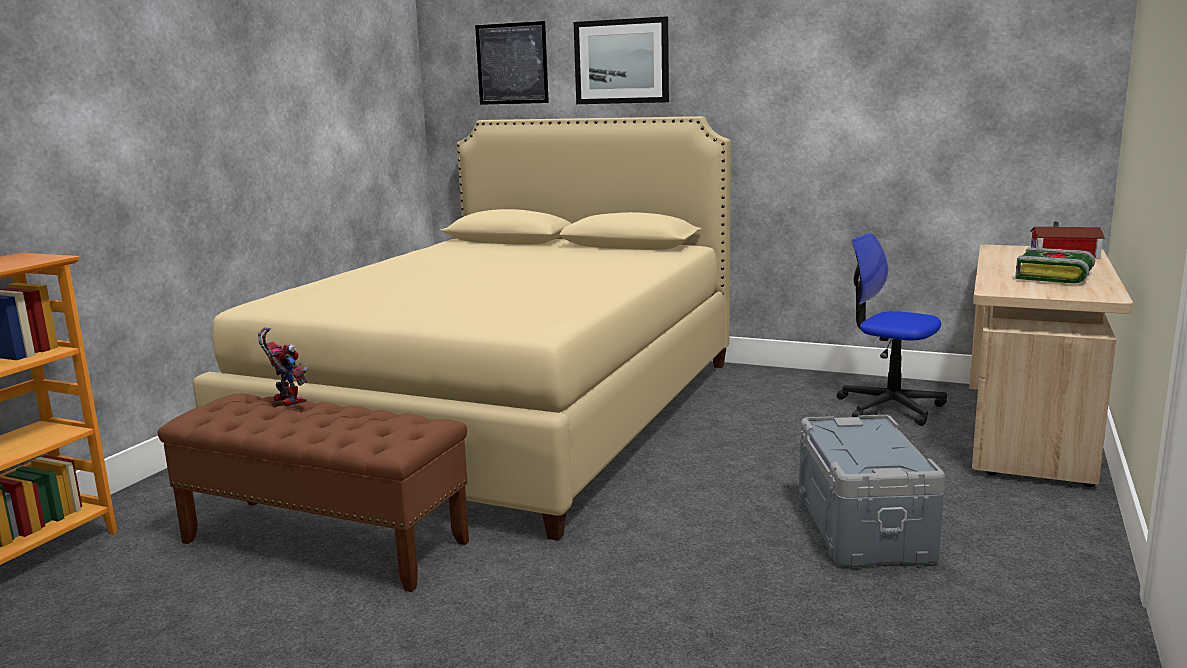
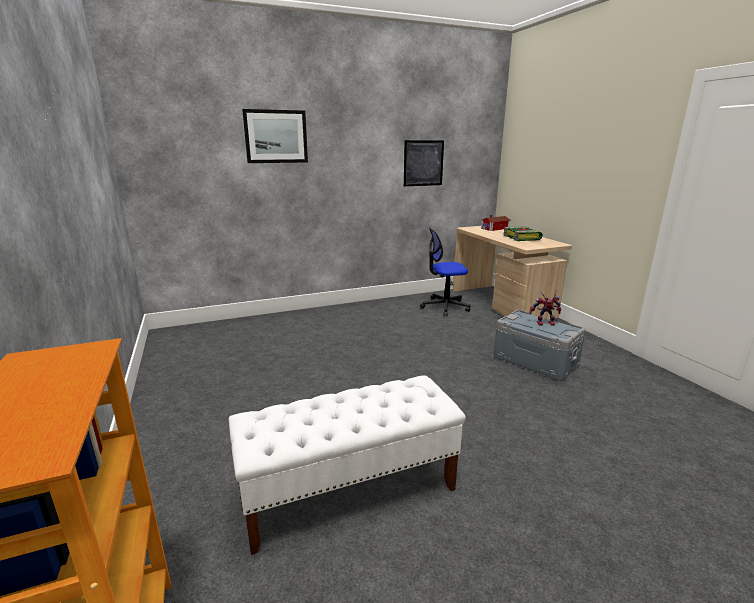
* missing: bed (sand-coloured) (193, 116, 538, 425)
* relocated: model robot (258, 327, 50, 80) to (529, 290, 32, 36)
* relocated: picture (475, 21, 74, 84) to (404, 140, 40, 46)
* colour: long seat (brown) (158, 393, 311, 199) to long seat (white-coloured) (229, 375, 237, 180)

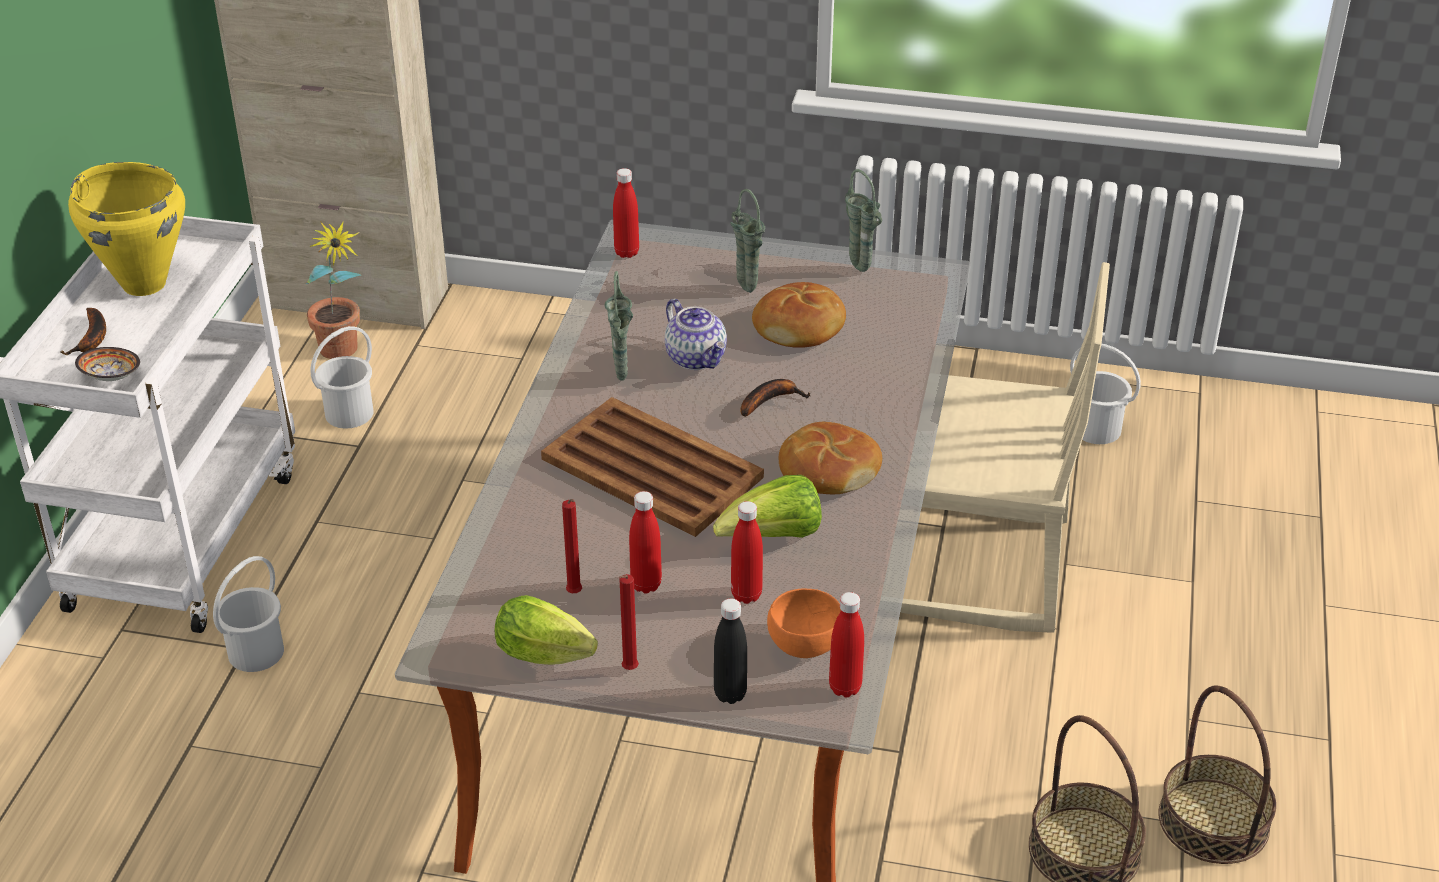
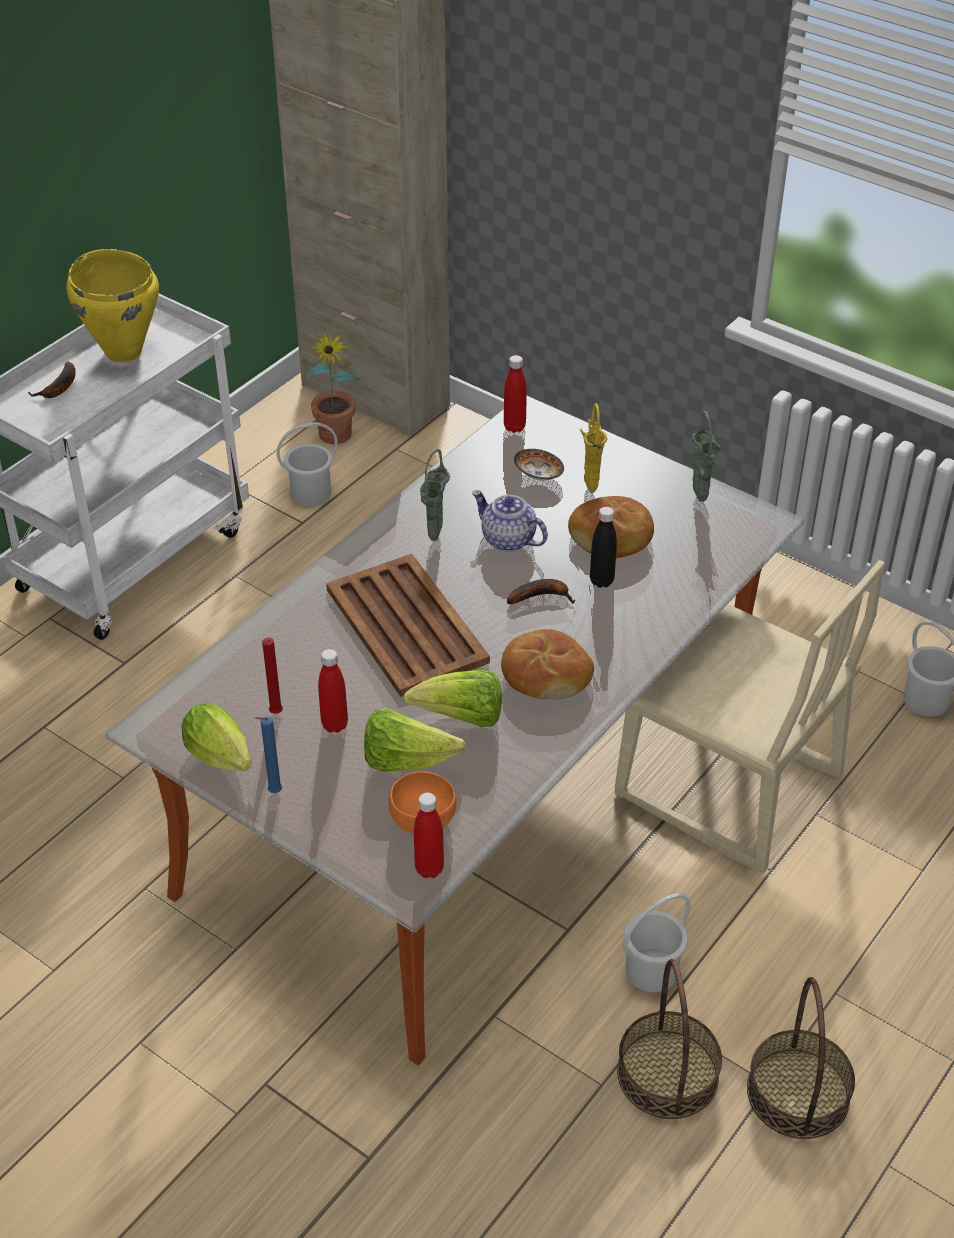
* relocated: deep dish (75, 347, 65, 34) to (514, 449, 50, 32)
* relocated: water bucket (white-coloured) (213, 556, 71, 116) to (623, 893, 68, 99)
* relocated: bottle (black) (714, 598, 33, 106) to (590, 507, 27, 81)
* exchanged: bottle (red-coloured) (731, 501, 32, 103) to head of lettuce (364, 708, 102, 64)
* colour: wax candle (red-coloured) (619, 574, 20, 96) to wax candle (blue) (255, 716, 27, 77)
* colour: flower vase (greenish) (730, 189, 35, 104) to flower vase (yellowish) (580, 403, 27, 90)
* spun: teapot (665, 299, 62, 71) = (472, 490, 76, 62) 135 degrees clockwise

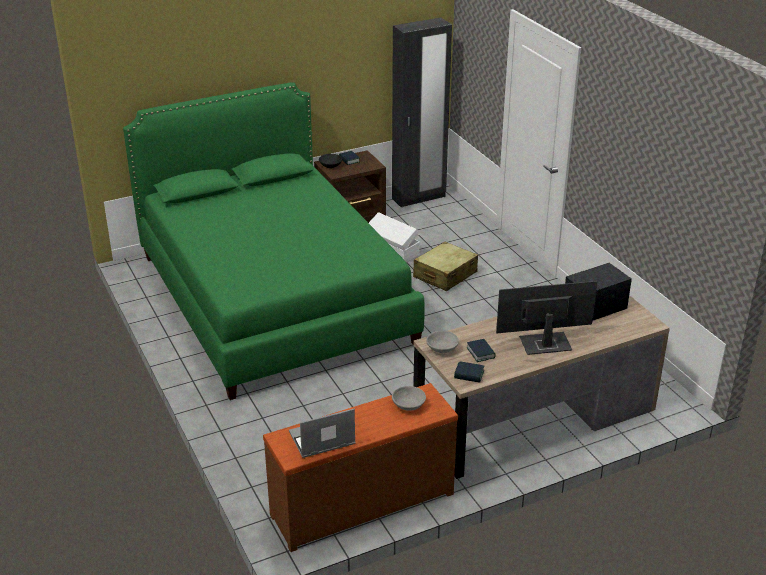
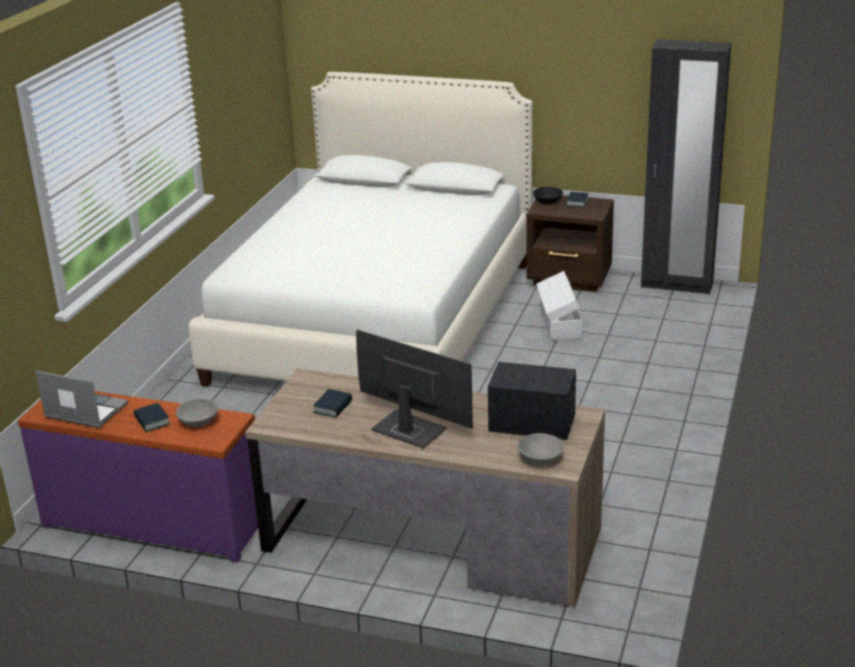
* missing: suitcase (sand-coloured) (413, 242, 65, 49)
* relocated: deep dish (gray) (426, 331, 33, 22) to (517, 433, 47, 31)
* relocated: book (454, 361, 30, 22) to (134, 403, 36, 29)
* colour: bed (greenish) (123, 82, 302, 318) to bed (white-coloured) (189, 72, 344, 315)
* colour: chest of drawers (brown) (263, 383, 195, 169) to chest of drawers (purplish) (18, 391, 240, 172)

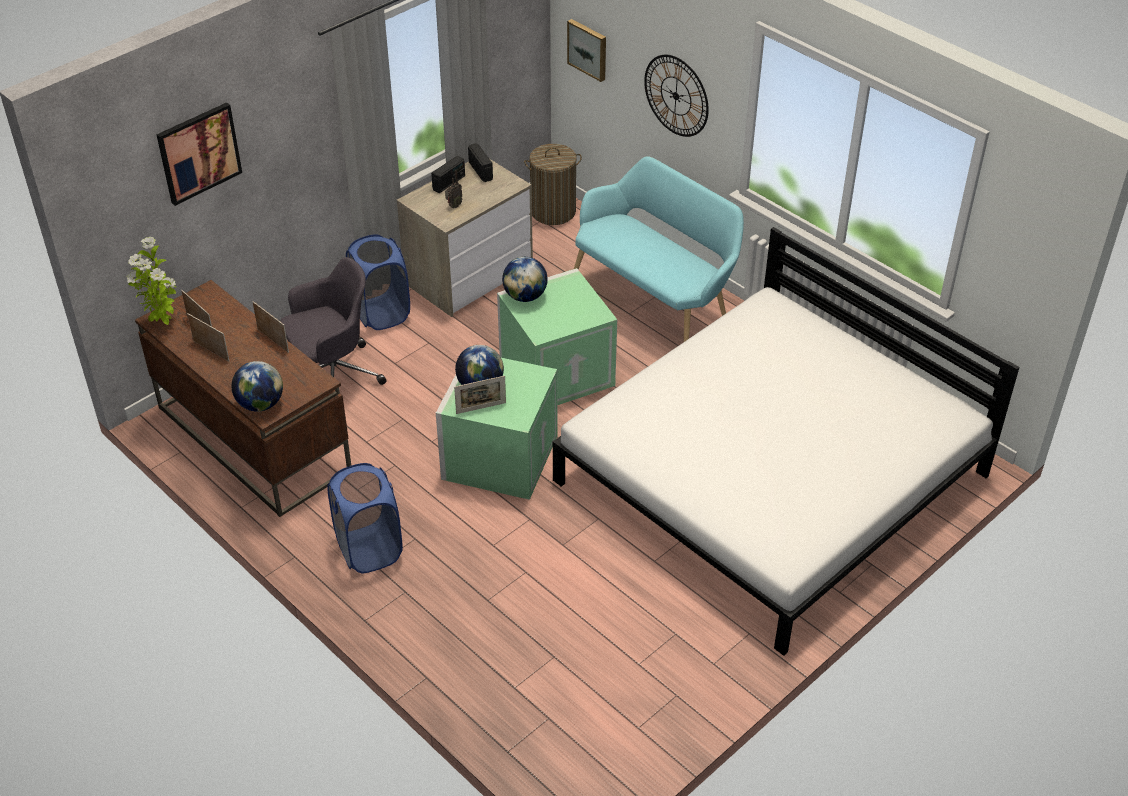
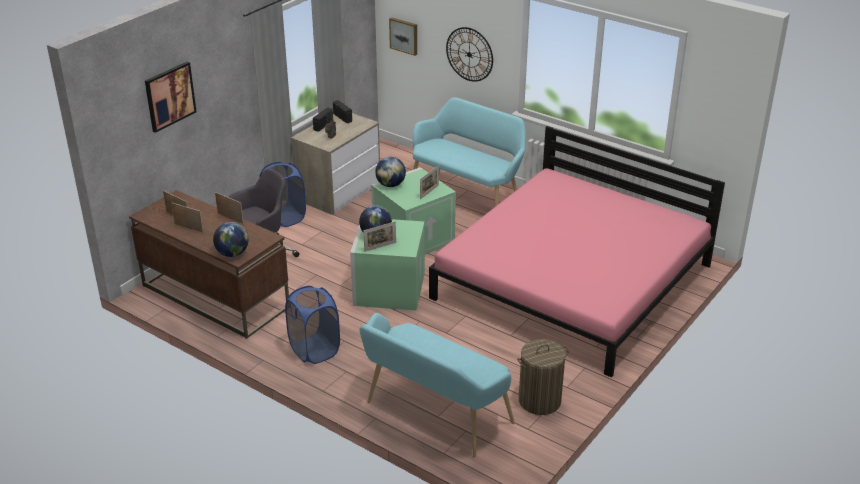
* missing: potted plant (127, 237, 49, 88)
* appeared: long seat (turquoise-coloured) (360, 313, 155, 145)
* appeared: standing frame (420, 165, 19, 34)
* relocated: laundry basket (524, 144, 58, 81) to (517, 339, 52, 76)
* colour: bed (white-coloured) (553, 227, 466, 429) to bed (pinkish) (429, 126, 296, 252)

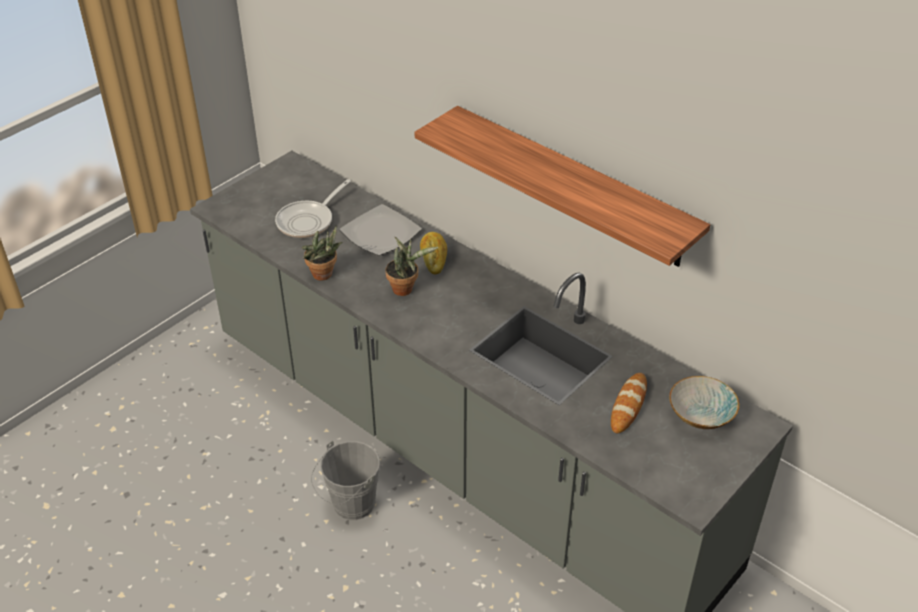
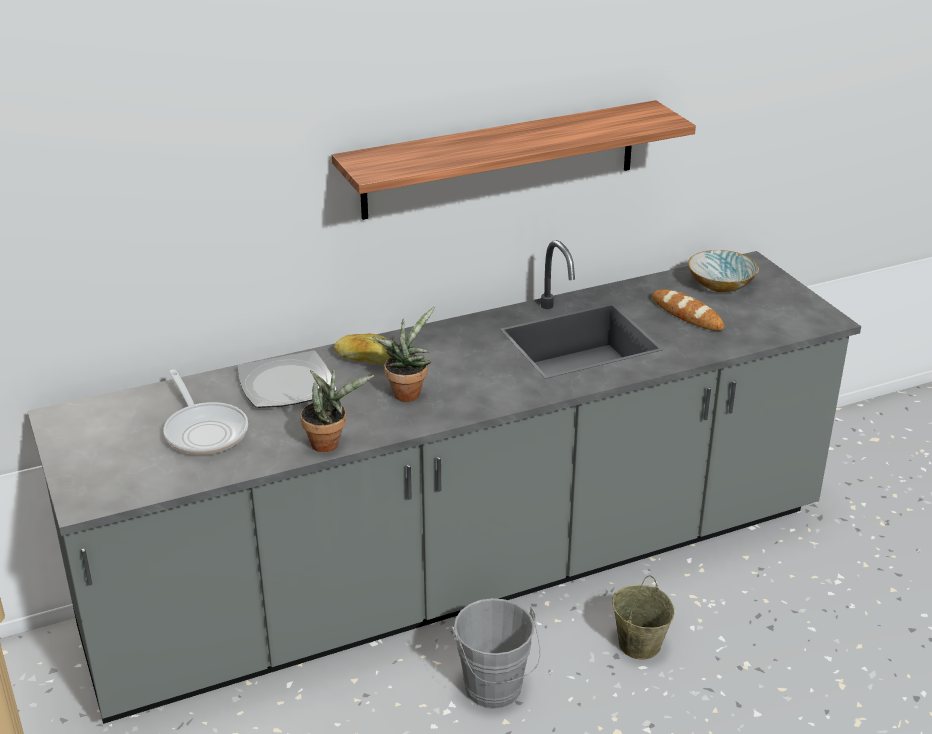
* appeared: water bucket (sand-coloured) (612, 575, 63, 85)

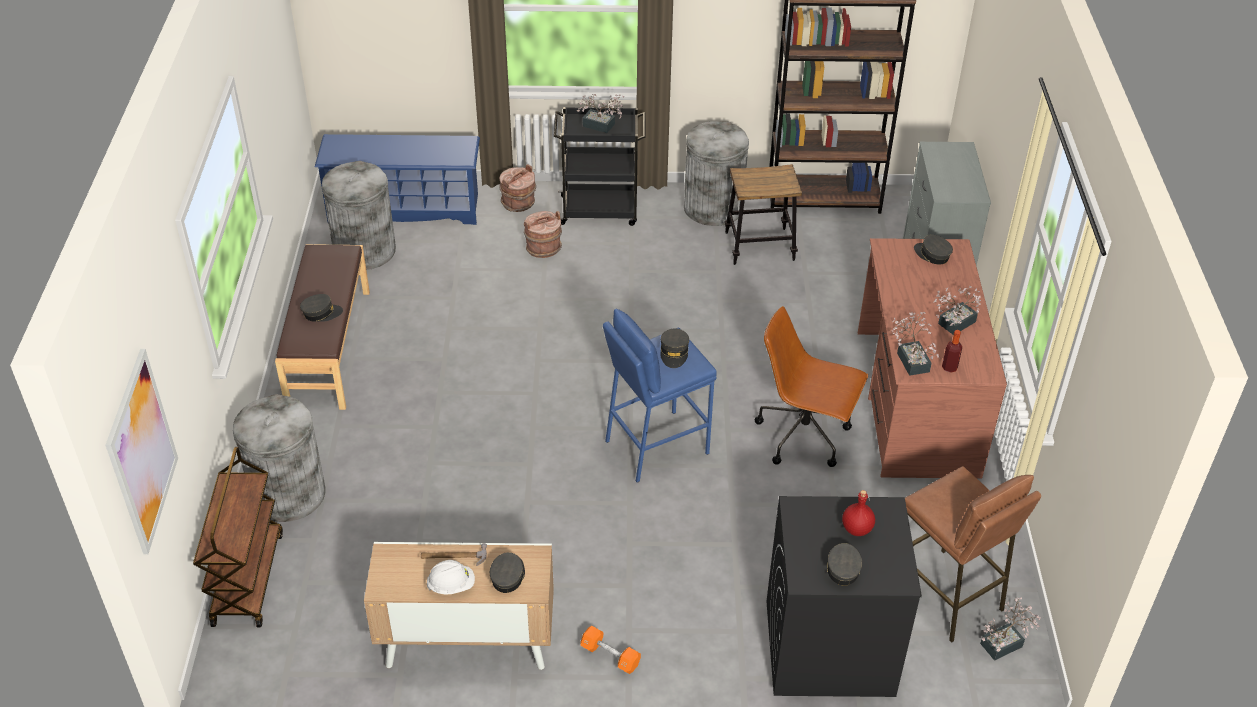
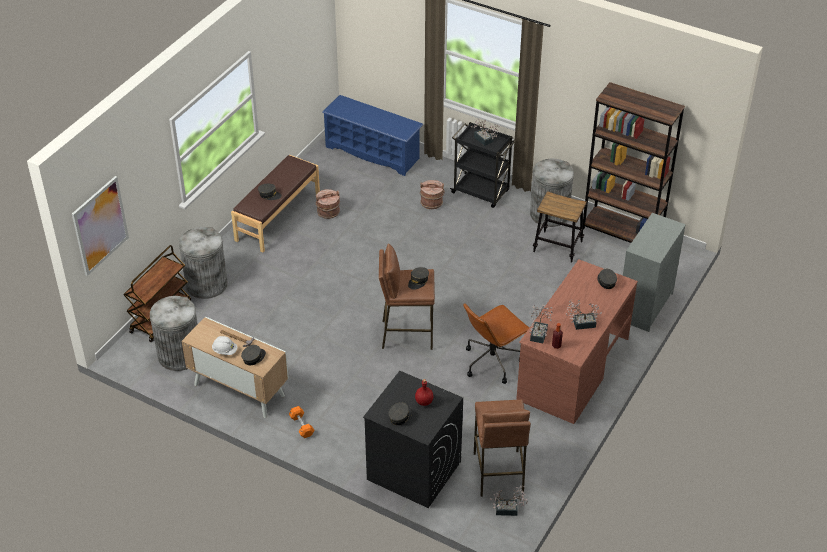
* relocated: waste bin (gray) (322, 161, 74, 109) to (150, 296, 48, 75)
* relocated: water bucket (brown) (499, 164, 37, 48) to (315, 189, 25, 30)
* colour: sitting stool (blue) (603, 308, 114, 175) to sitting stool (brown) (379, 244, 56, 106)
* spun: computer chair (brown) (755, 306, 113, 161) = (463, 303, 67, 81) 90 degrees counterclockwise

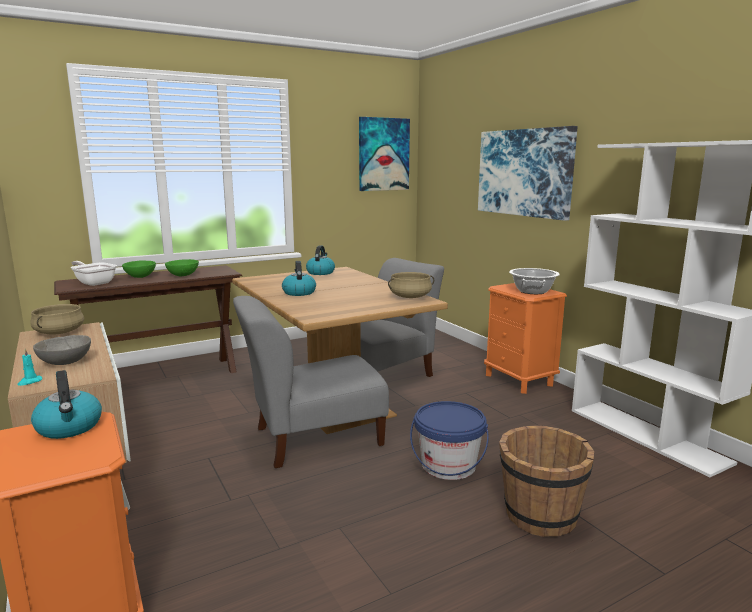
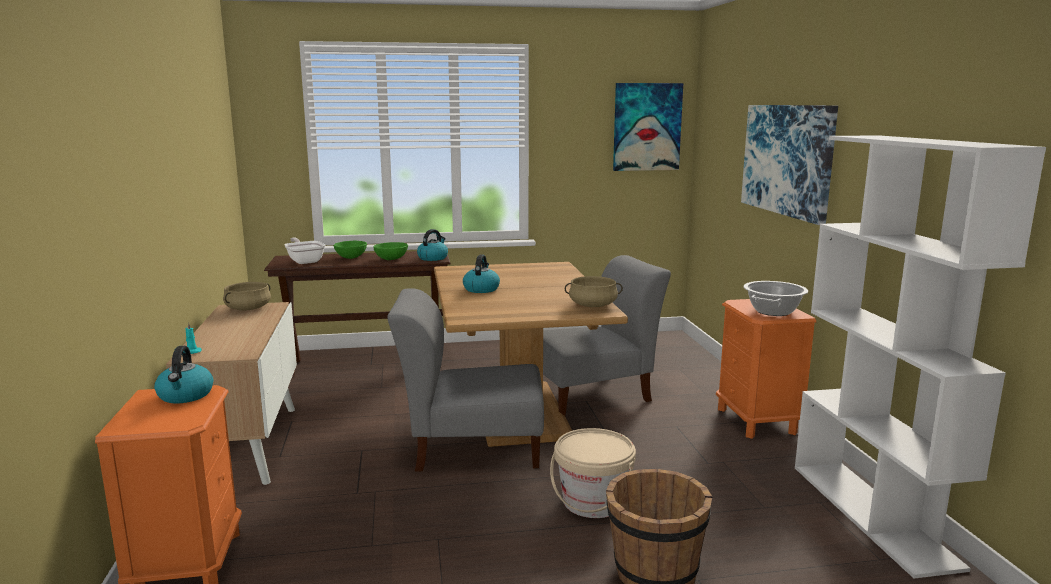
* missing: deep dish (gray) (33, 335, 58, 30)
* relocated: tea kettle (306, 245, 29, 30) to (417, 229, 31, 32)
* colour: water bucket (blue) (410, 401, 79, 79) to water bucket (sand-coloured) (550, 428, 86, 90)

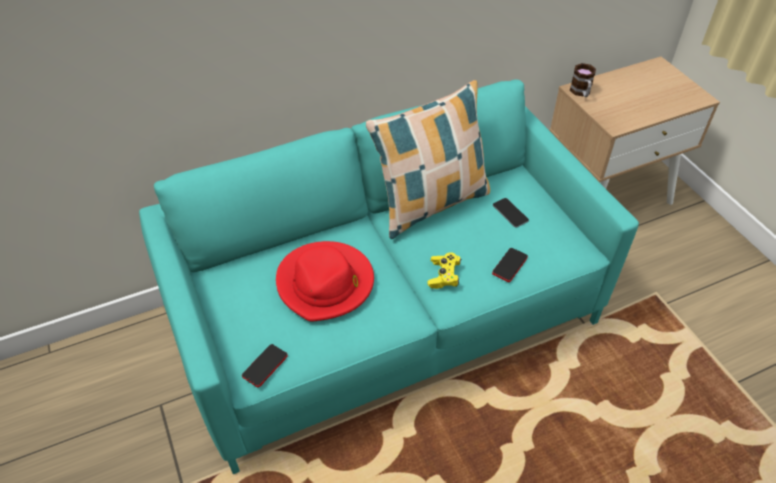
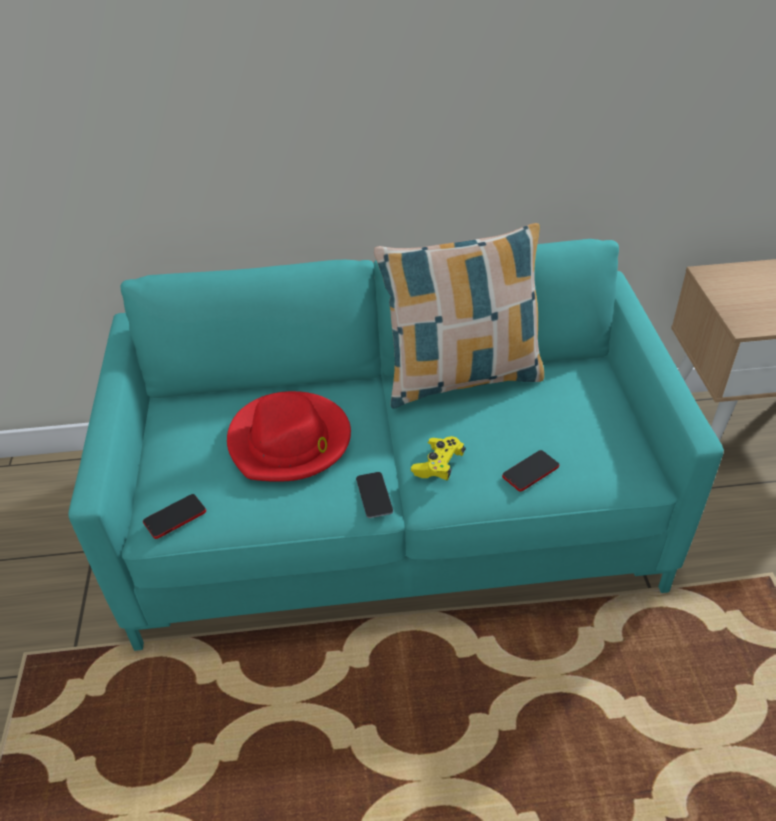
* missing: tea mug (570, 63, 26, 34)
* relocated: handset (493, 198, 36, 29) to (356, 472, 37, 46)

